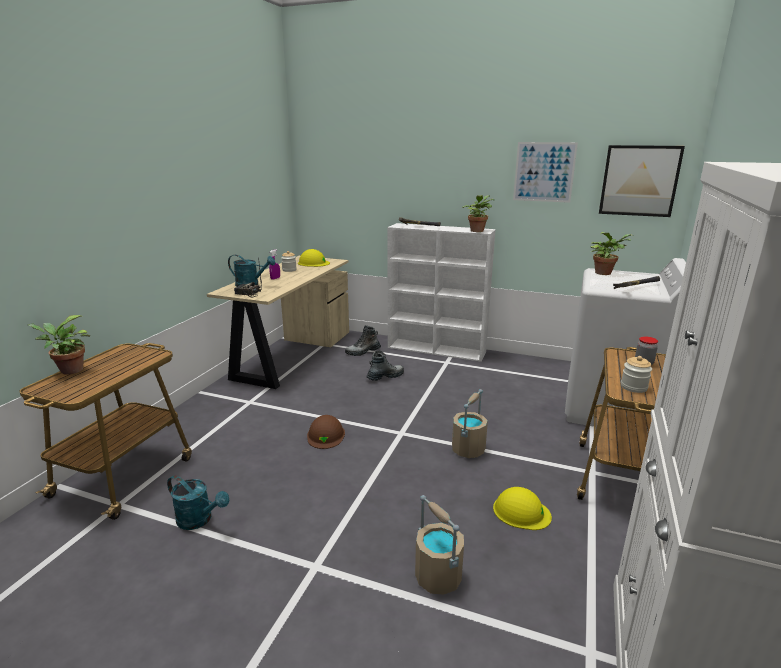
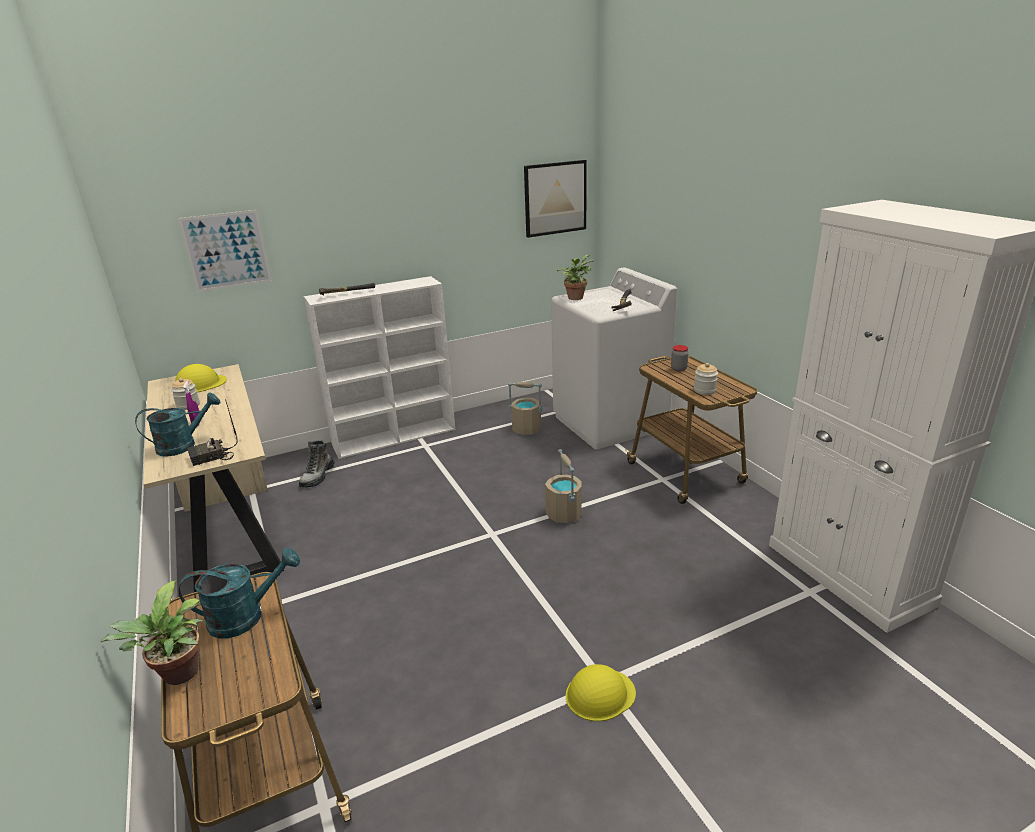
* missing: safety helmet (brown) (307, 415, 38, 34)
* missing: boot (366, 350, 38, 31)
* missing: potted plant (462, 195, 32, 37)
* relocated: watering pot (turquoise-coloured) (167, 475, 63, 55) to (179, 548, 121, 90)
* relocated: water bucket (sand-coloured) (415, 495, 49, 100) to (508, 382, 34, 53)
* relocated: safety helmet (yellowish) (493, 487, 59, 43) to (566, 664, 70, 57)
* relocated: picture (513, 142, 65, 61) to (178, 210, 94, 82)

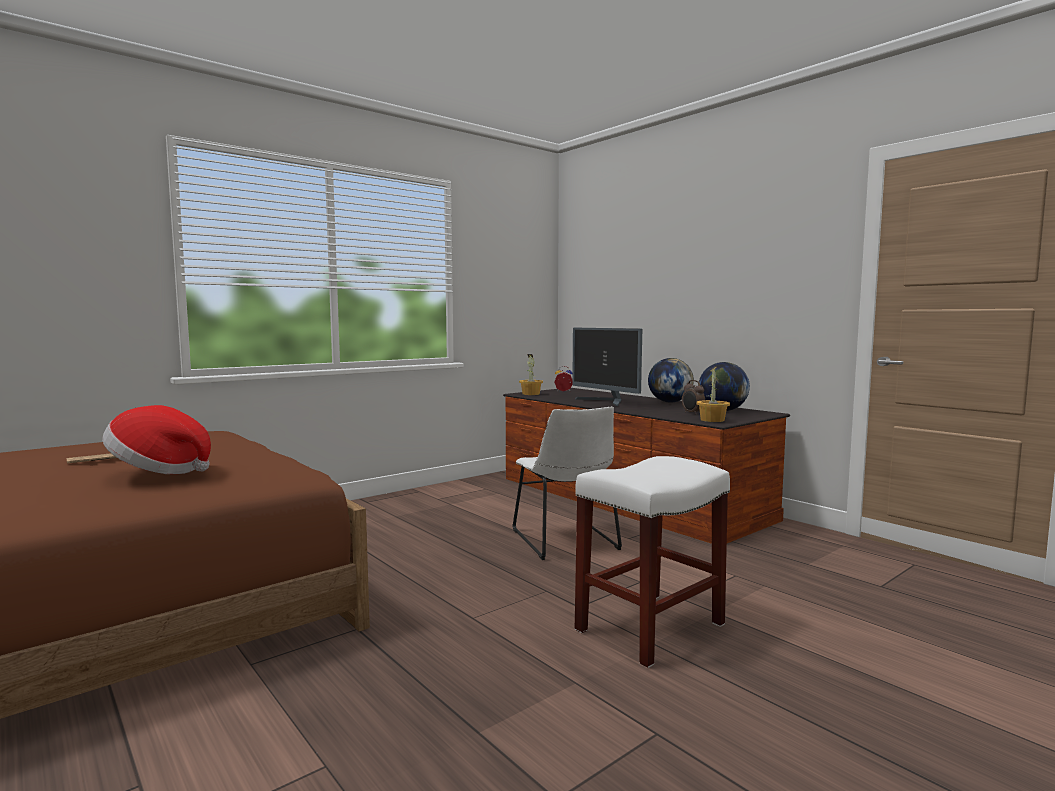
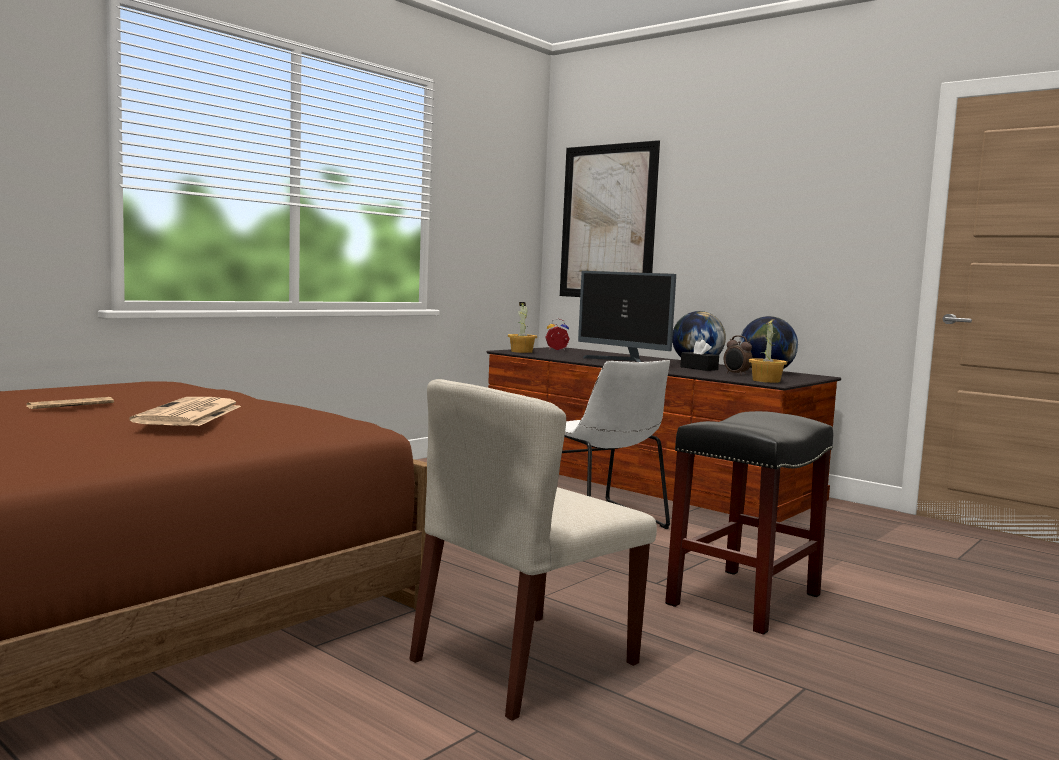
* appeared: chair (sand-coloured) (410, 379, 247, 342)
* appeared: picture (560, 140, 100, 157)
* appeared: tissue box (black) (680, 340, 39, 31)
* exchanged: clothing hat (102, 405, 109, 69) to newspaper (129, 397, 112, 29)
* colour: sitting stool (white-coloured) (575, 456, 155, 212) to sitting stool (black) (665, 411, 168, 224)

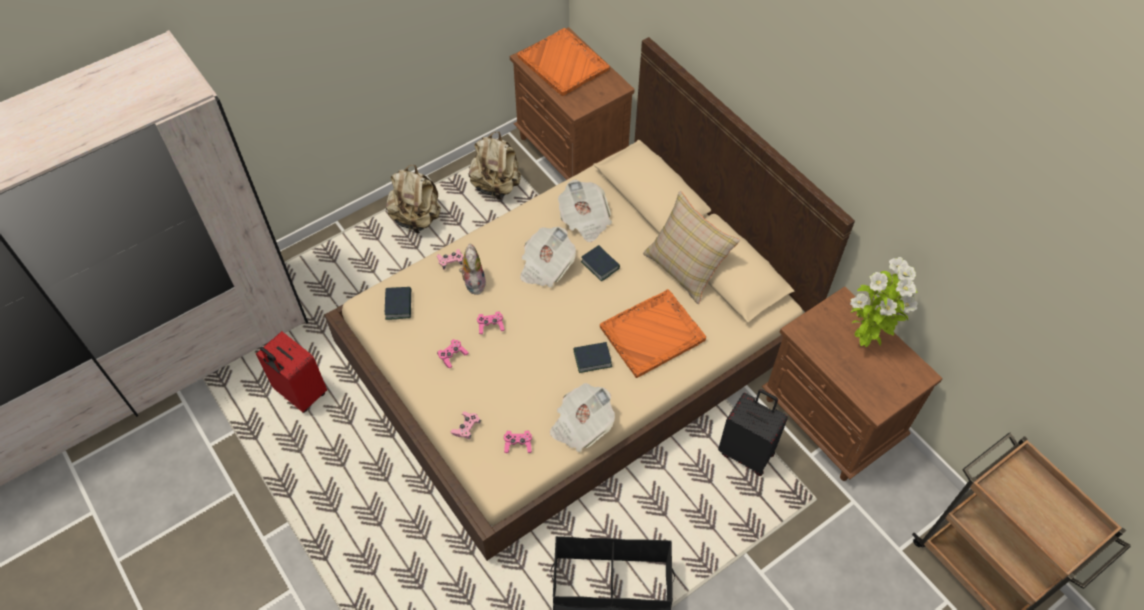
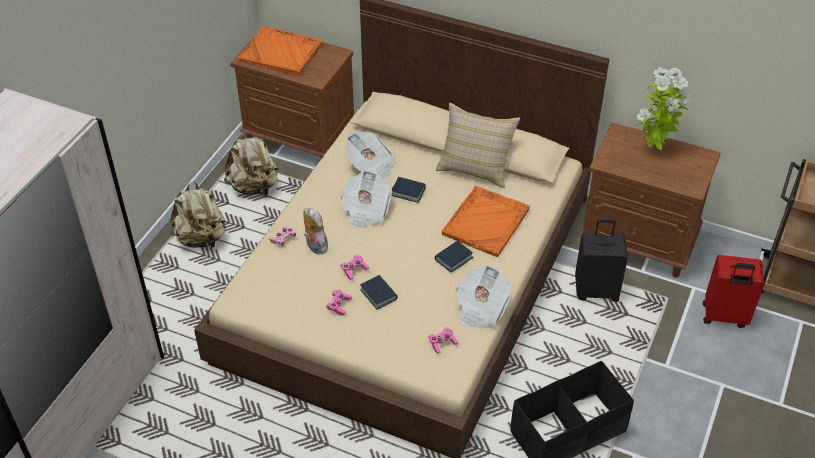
* missing: game controller (pinkish) (451, 411, 30, 29)
* relocated: suitcase (red-coloured) (256, 331, 71, 82) to (703, 255, 61, 73)
* relocated: book (385, 287, 26, 33) to (360, 275, 37, 35)

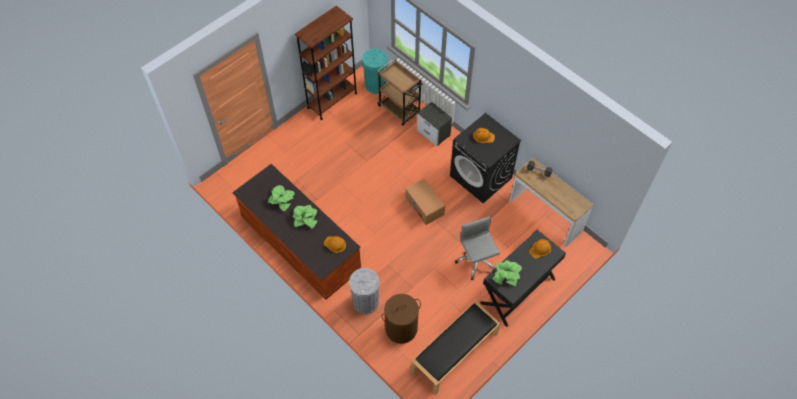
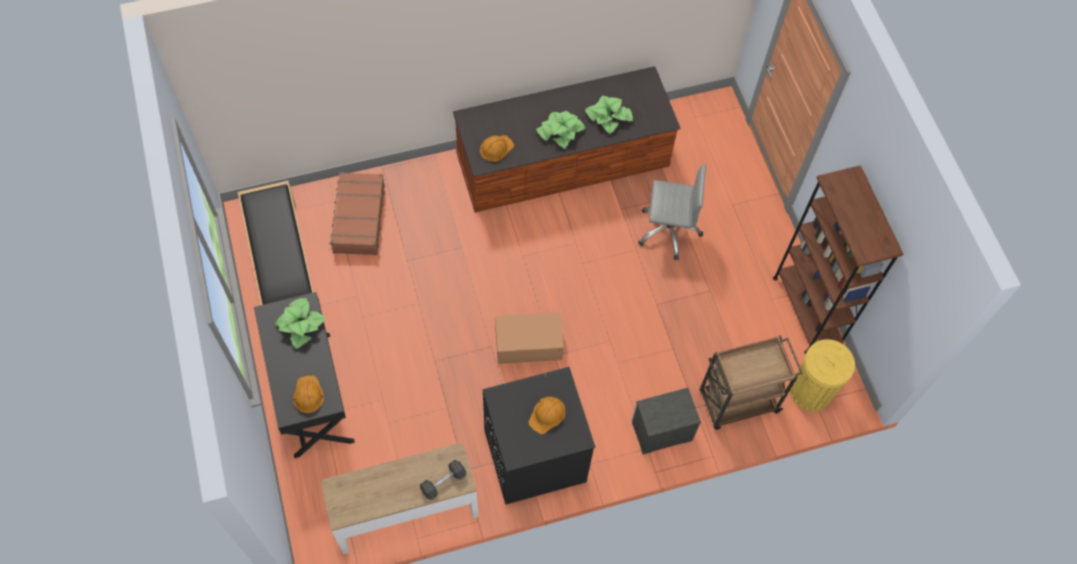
* missing: waste bin (gray) (349, 268, 30, 46)
* relocated: computer chair (gray) (455, 216, 45, 64) to (638, 164, 68, 96)
* exchanged: laundry basket (brown) (382, 294, 39, 50) to suitcase (brown) (330, 172, 55, 83)
* colour: waste bin (turquoise-coloured) (362, 49, 26, 45) to waste bin (yellowish) (790, 339, 65, 73)

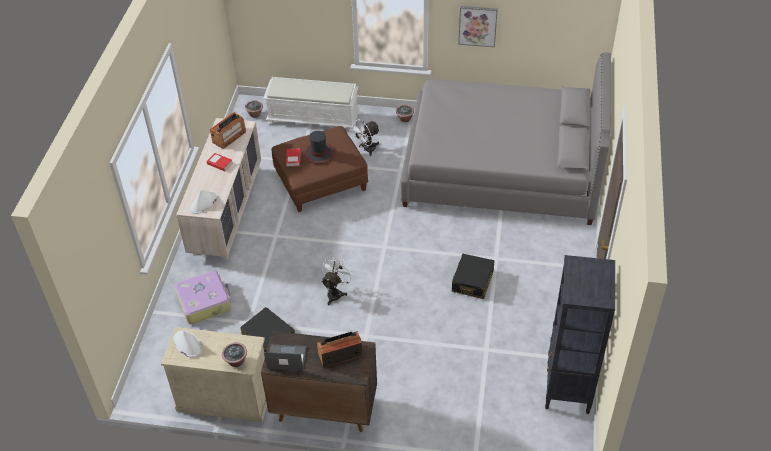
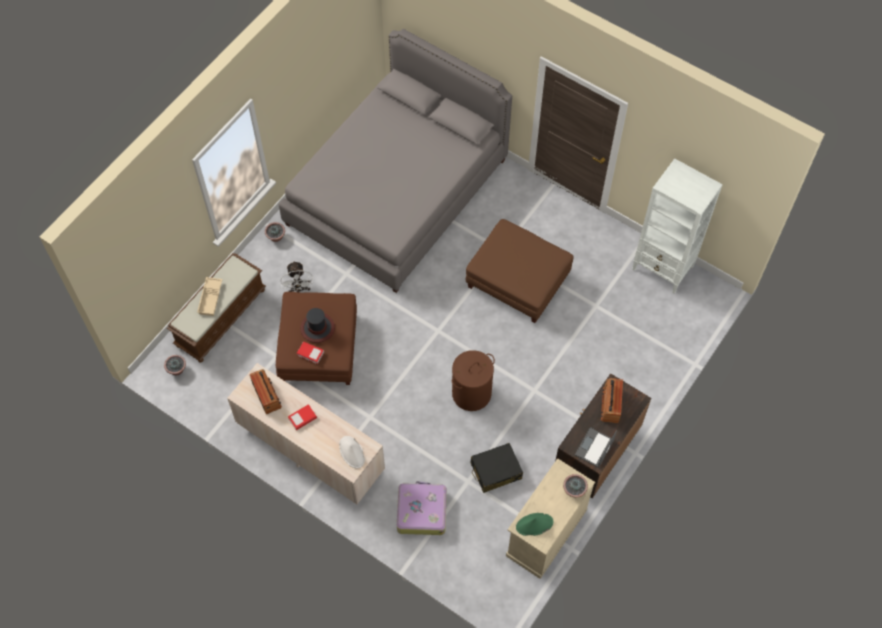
* missing: picture (458, 6, 40, 41)
* appeared: tray (sand-coloured) (197, 277, 25, 39)
* exchanged: fan (white-coloured) (321, 256, 33, 49) to laundry basket (brown) (452, 350, 43, 61)
* exchanged: suitcase (black) (452, 254, 42, 45) to ottoman (brown) (466, 219, 108, 104)
* colour: clothing hat (white-coloured) (173, 330, 29, 27) to clothing hat (greenish) (516, 513, 37, 23)
* colour: long seat (white-coloured) (263, 77, 96, 55) to long seat (brown) (167, 253, 99, 109)
* colour: bookcase (black) (545, 255, 70, 159) to bookcase (white-coloured) (633, 158, 90, 136)

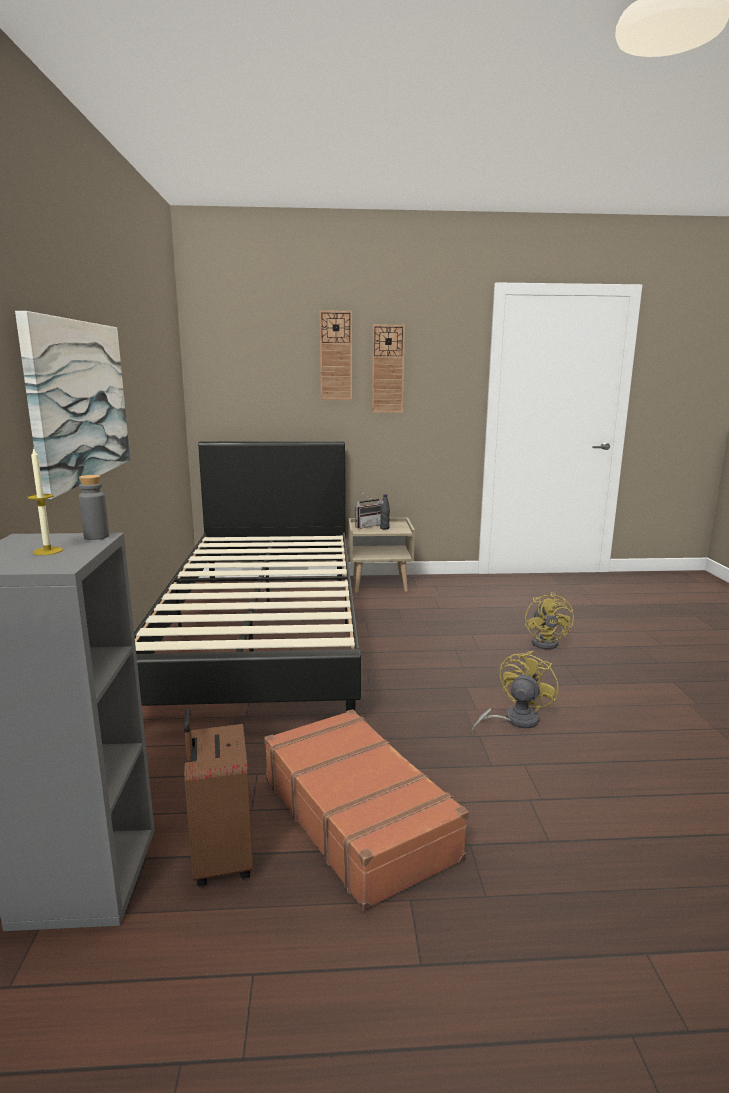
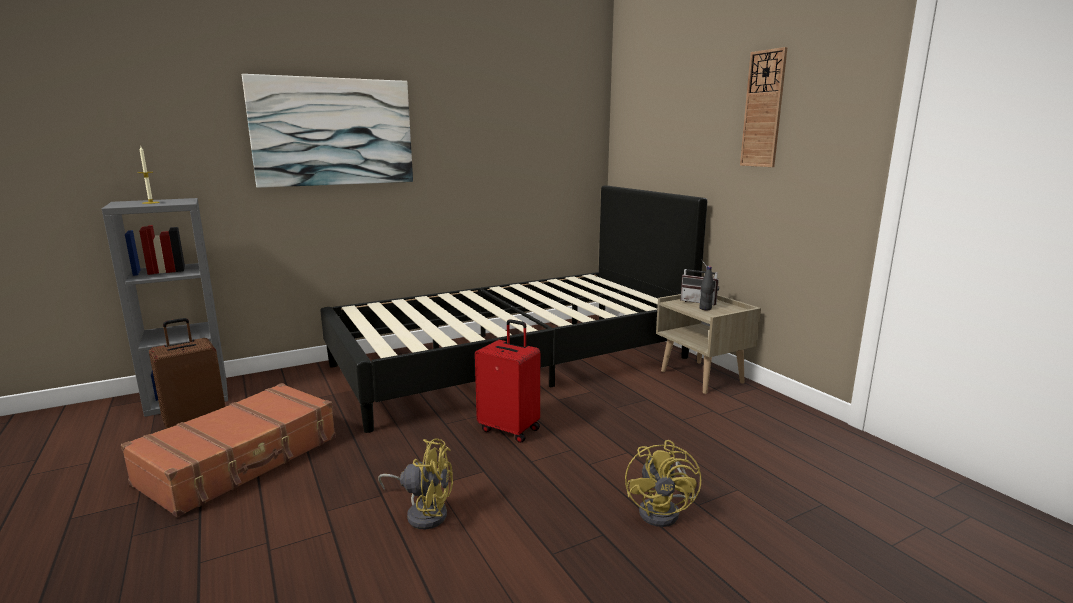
* missing: bottle (gray) (79, 475, 30, 65)
* missing: hanging clock (320, 310, 32, 90)
* appeared: suitcase (red-coloured) (475, 319, 65, 124)
* spun: fan (yellowish) (525, 592, 49, 57) = (625, 440, 76, 87) 60 degrees counterclockwise

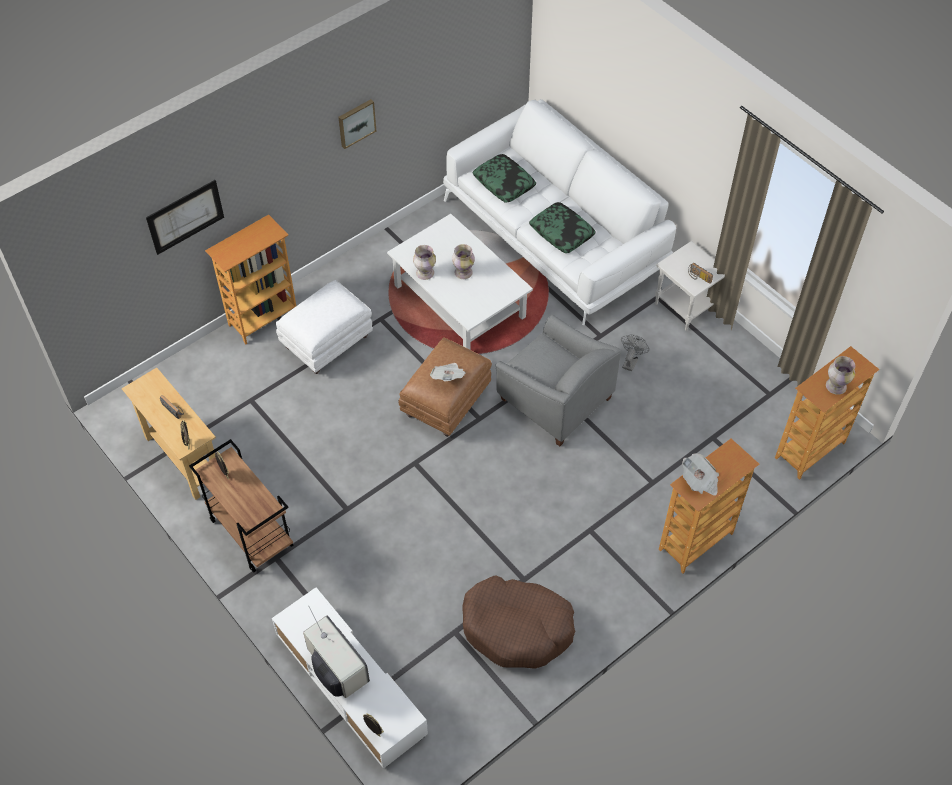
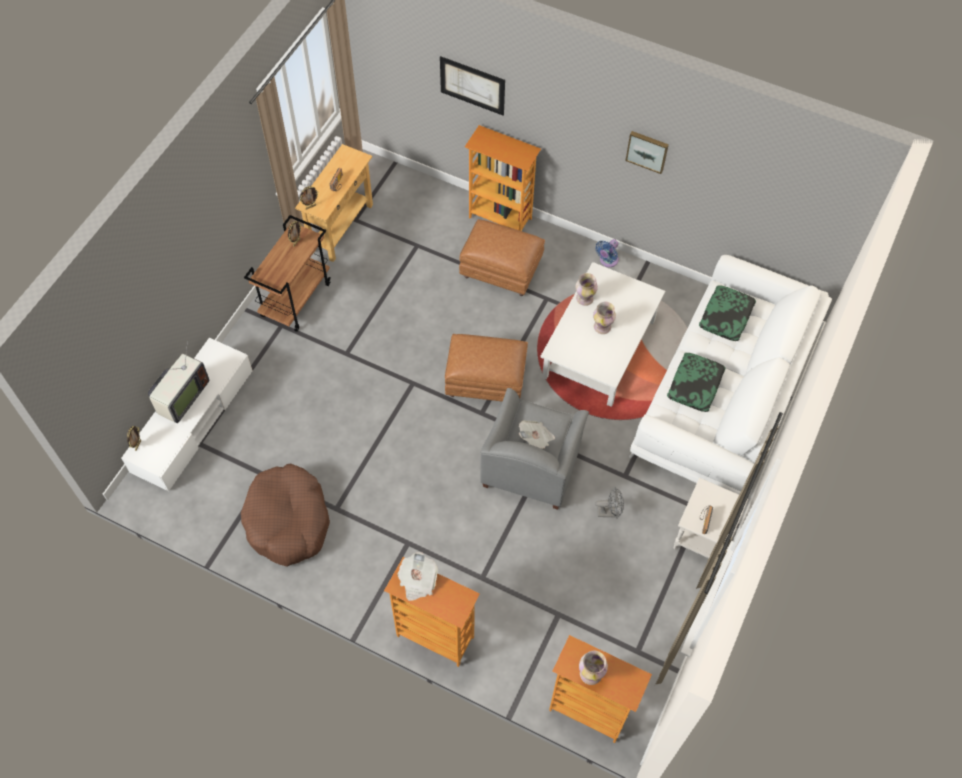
* appeared: fan (blue) (595, 239, 24, 28)
* relocated: newspaper (430, 363, 36, 19) to (519, 420, 36, 29)
* colour: ottoman (white-coloured) (276, 280, 97, 94) to ottoman (brown) (459, 219, 86, 77)

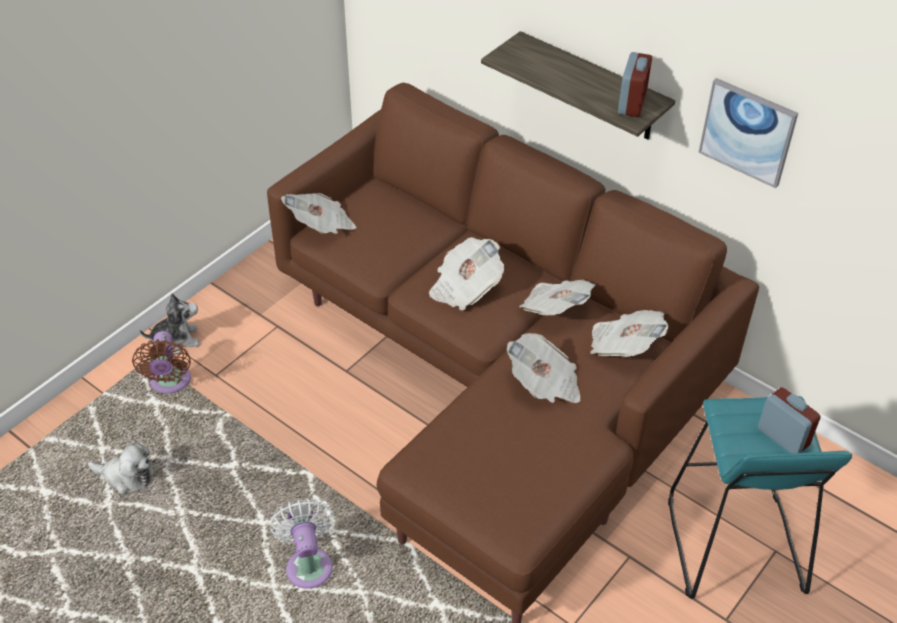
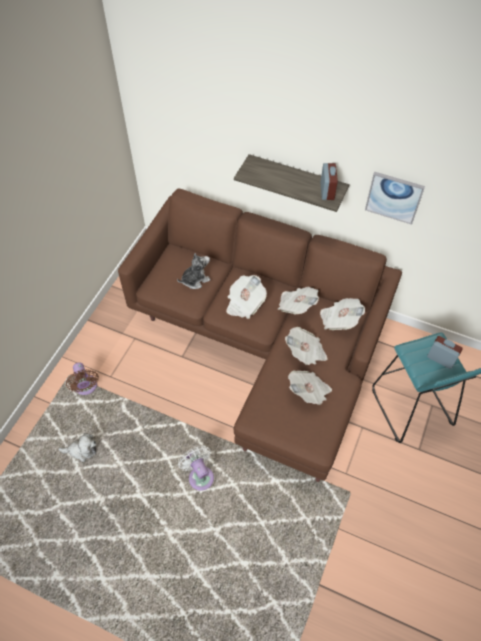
* relocated: cuddly toy (139, 293, 61, 61) to (177, 253, 34, 36)
* relocated: newspaper (281, 193, 75, 41) to (288, 371, 44, 34)

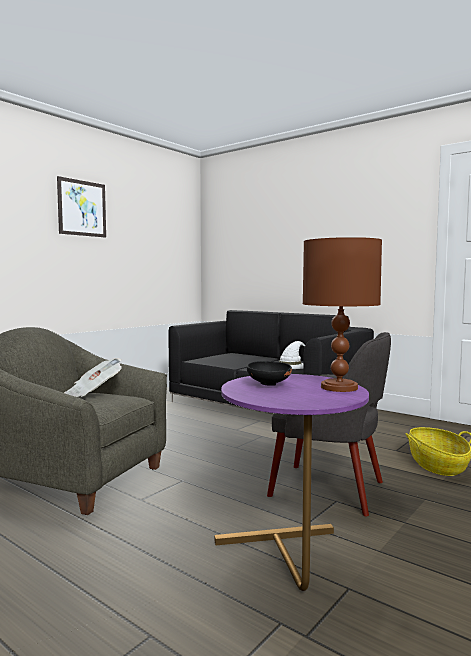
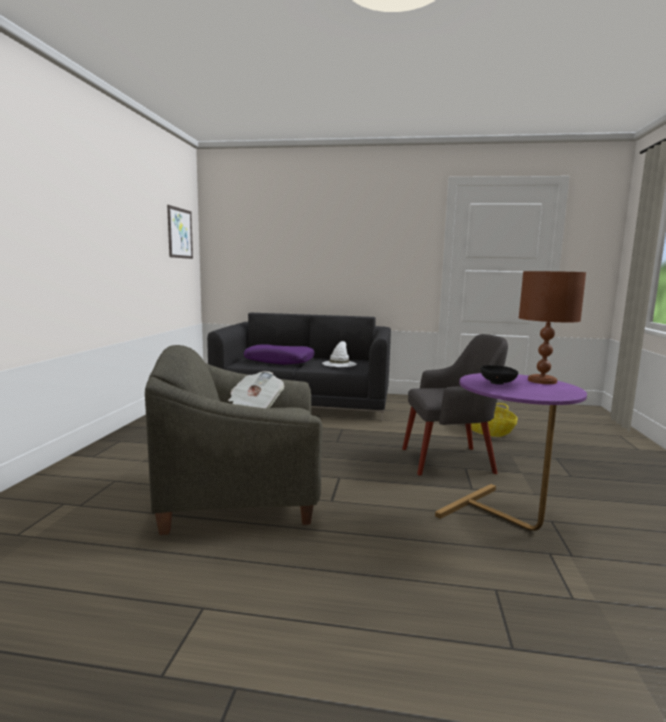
* appeared: throw pillow (purplish) (244, 344, 71, 21)
* relocated: picture (57, 176, 49, 62) to (167, 205, 26, 54)

